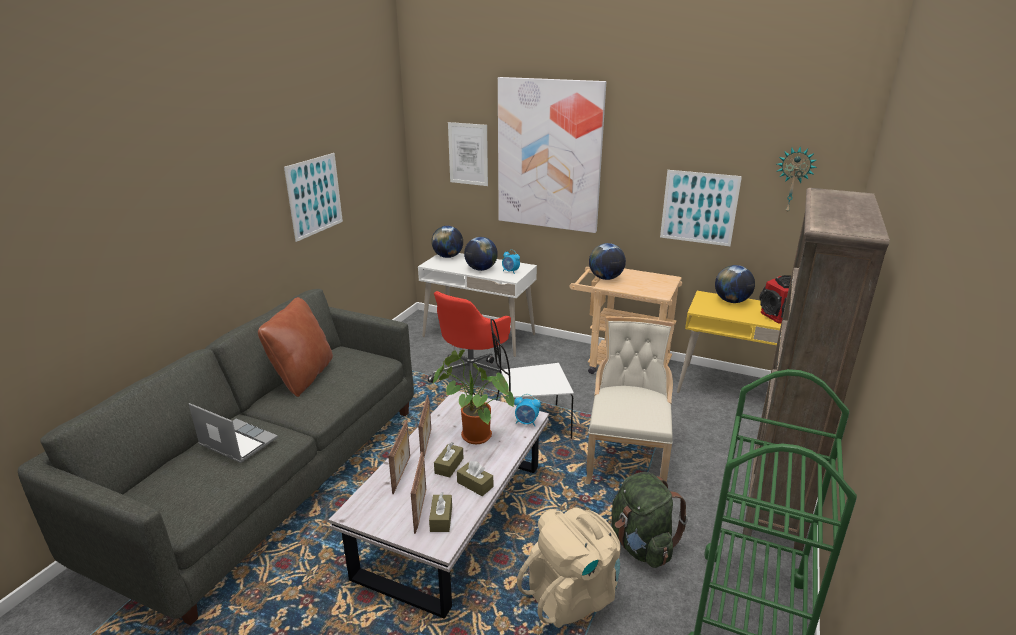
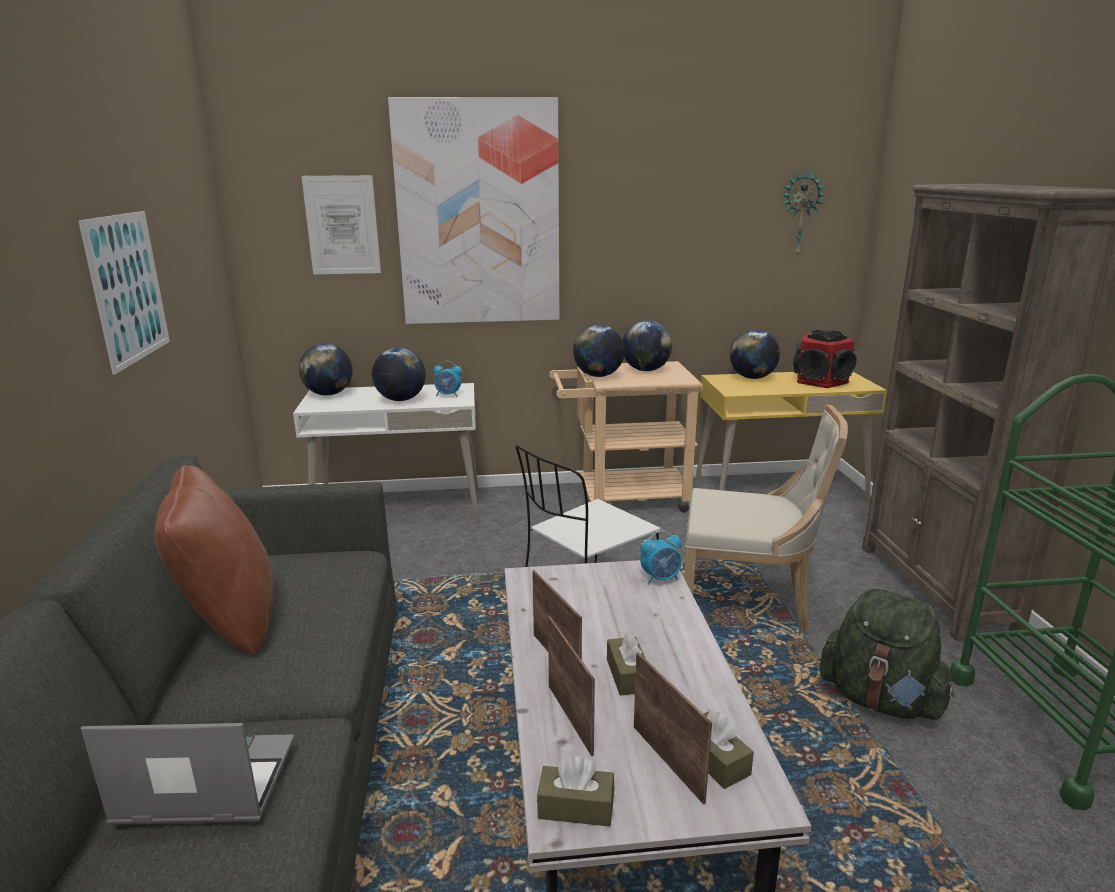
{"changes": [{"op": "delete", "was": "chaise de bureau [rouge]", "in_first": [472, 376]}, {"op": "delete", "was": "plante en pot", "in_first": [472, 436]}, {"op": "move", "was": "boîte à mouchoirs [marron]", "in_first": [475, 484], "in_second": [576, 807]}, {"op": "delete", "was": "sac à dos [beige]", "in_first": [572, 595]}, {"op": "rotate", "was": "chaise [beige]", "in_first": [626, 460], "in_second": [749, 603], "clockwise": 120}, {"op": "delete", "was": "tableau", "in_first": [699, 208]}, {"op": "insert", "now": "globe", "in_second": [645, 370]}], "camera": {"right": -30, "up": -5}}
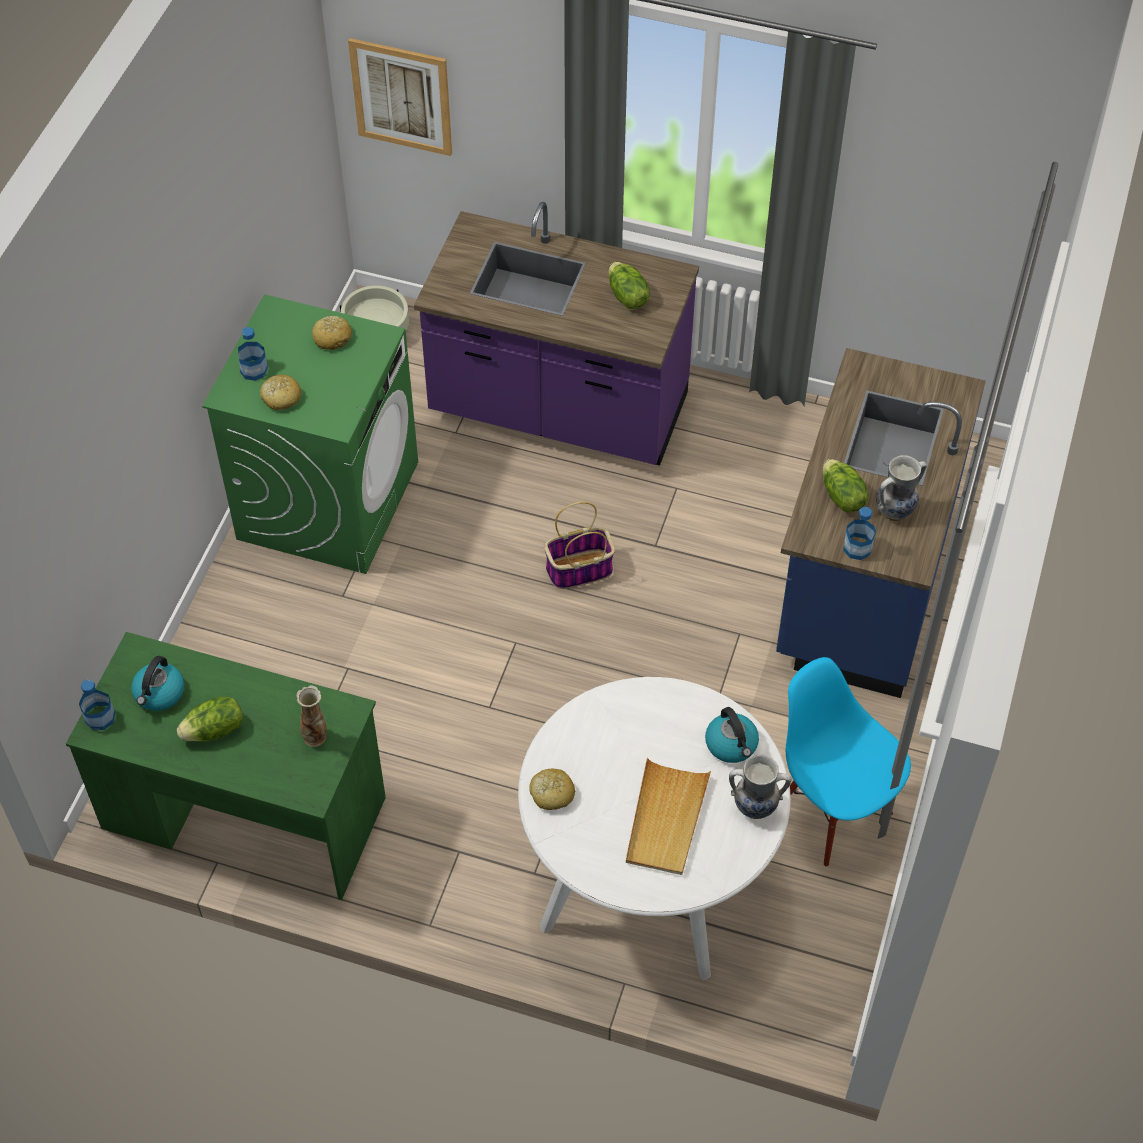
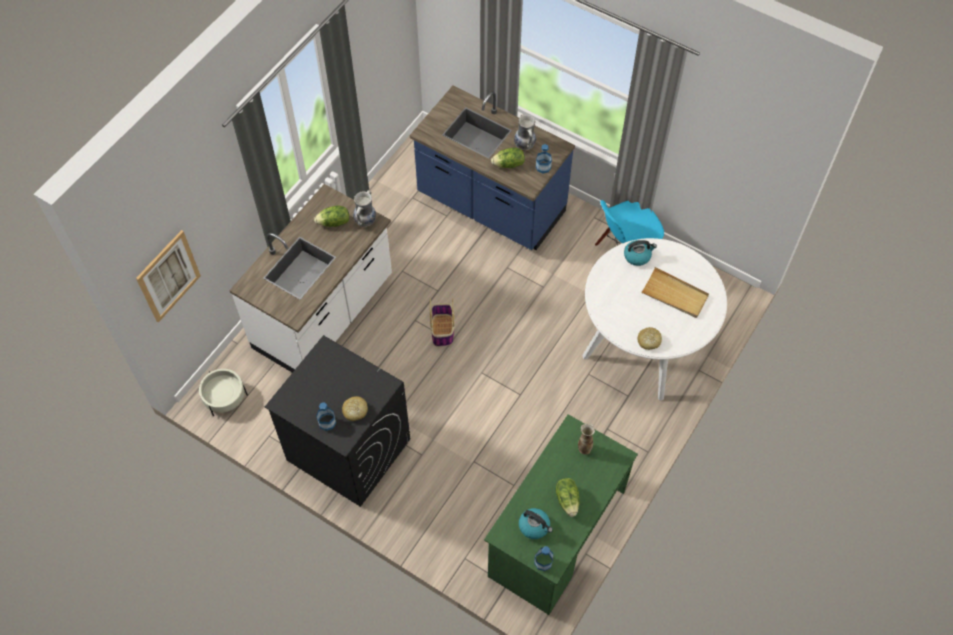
{"changes": [{"op": "recolor", "was": "lave-linge [vert]", "now": "lave-linge [noir]", "in_first": [328, 500], "in_second": [348, 449]}, {"op": "delete", "was": "pain", "in_first": [332, 338]}, {"op": "recolor", "was": "comptoir de cuisine [violet]", "now": "comptoir de cuisine [blanc]", "in_first": [558, 409], "in_second": [324, 314]}, {"op": "move", "was": "vase", "in_first": [755, 807], "in_second": [366, 221]}], "camera": {"right": -75, "up": 5}}
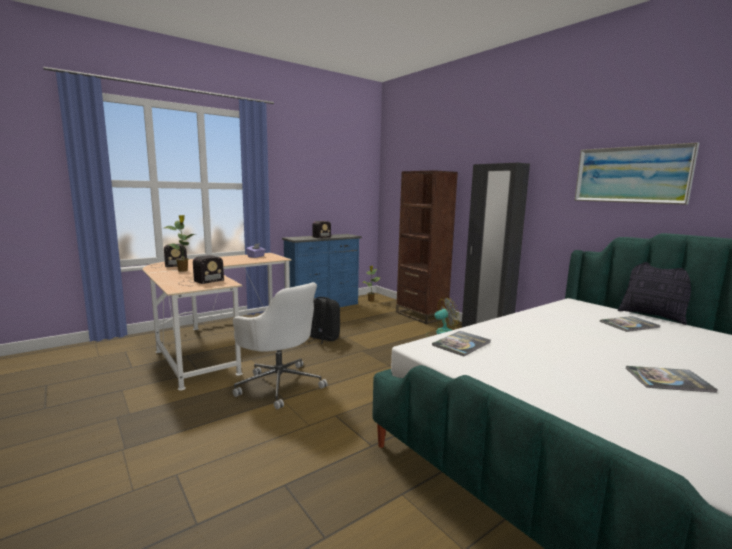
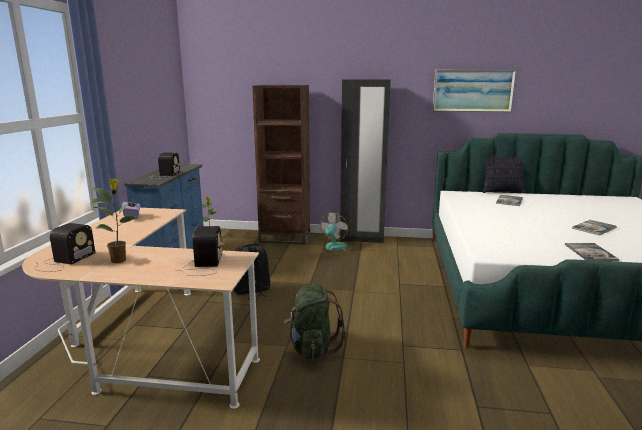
{"changes": [{"op": "replace", "was": "chaise de bureau [blanc]", "now": "sac à dos [vert]", "in_first": [279, 384], "in_second": [312, 348]}, {"op": "move", "was": "livre", "in_first": [461, 344], "in_second": [590, 253]}], "camera": {"right": -45, "up": 5}}
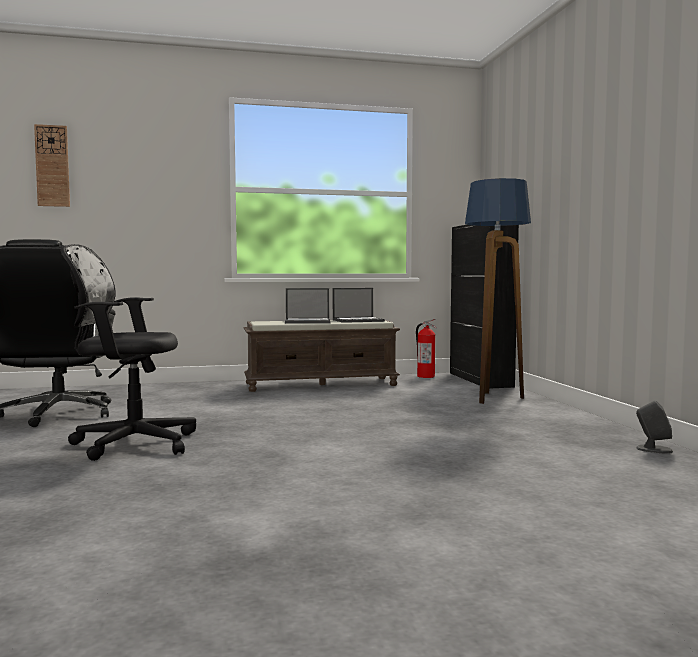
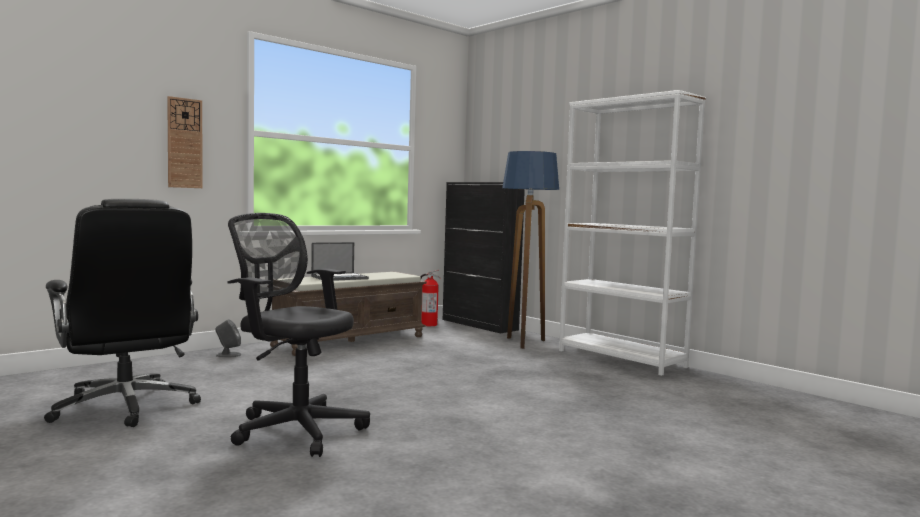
{"changes": [{"op": "move", "was": "horloge murale", "in_first": [52, 166], "in_second": [184, 143]}, {"op": "rotate", "was": "chaise de bureau [noir]", "in_first": [129, 443], "in_second": [295, 429], "clockwise": 60}, {"op": "delete", "was": "ordinateur portable", "in_first": [358, 320]}, {"op": "move", "was": "enceinte [gris]", "in_first": [653, 449], "in_second": [228, 355]}, {"op": "insert", "now": "bibliothèque [blanc]", "in_second": [621, 359]}], "camera": {"right": -30, "up": 0}}
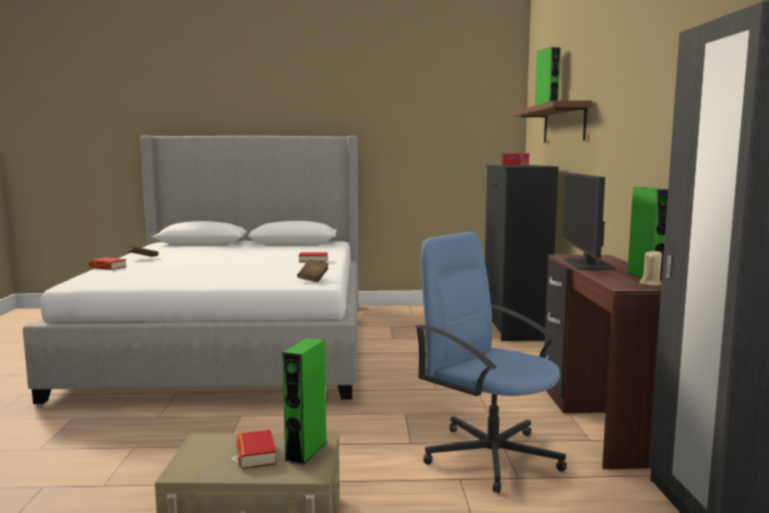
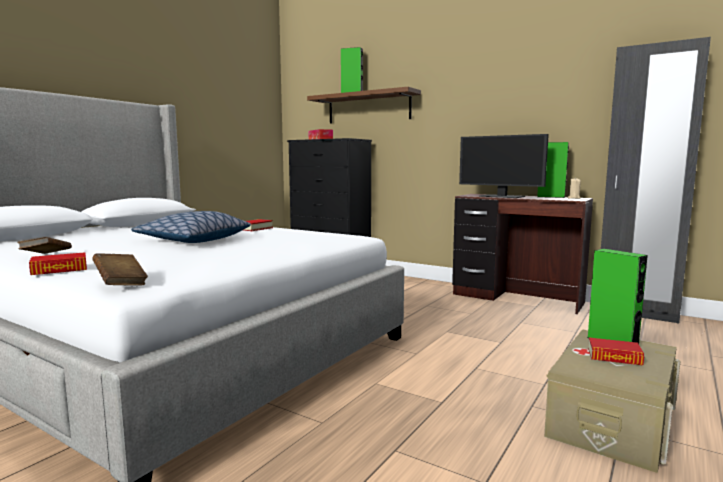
{"changes": [{"op": "move", "was": "livre [marron]", "in_first": [313, 279], "in_second": [121, 283]}, {"op": "delete", "was": "chaise de bureau [bleu]", "in_first": [490, 455]}, {"op": "insert", "now": "coussin", "in_second": [193, 240]}], "camera": {"right": -55, "up": 0}}
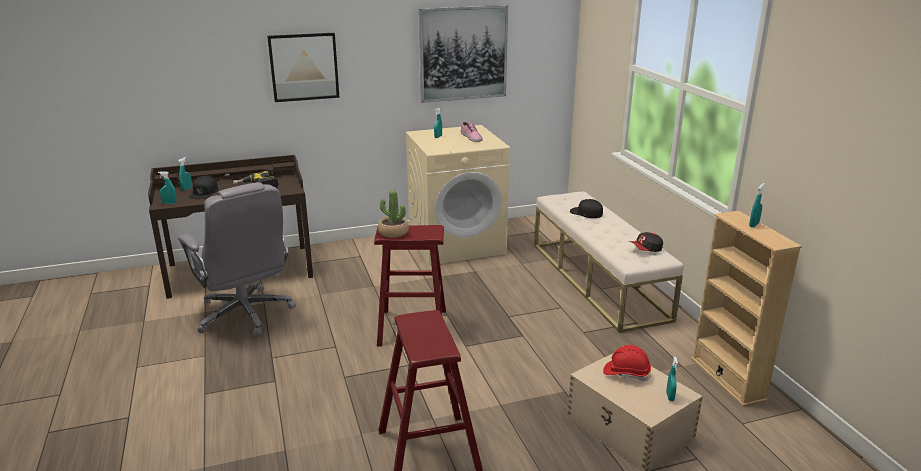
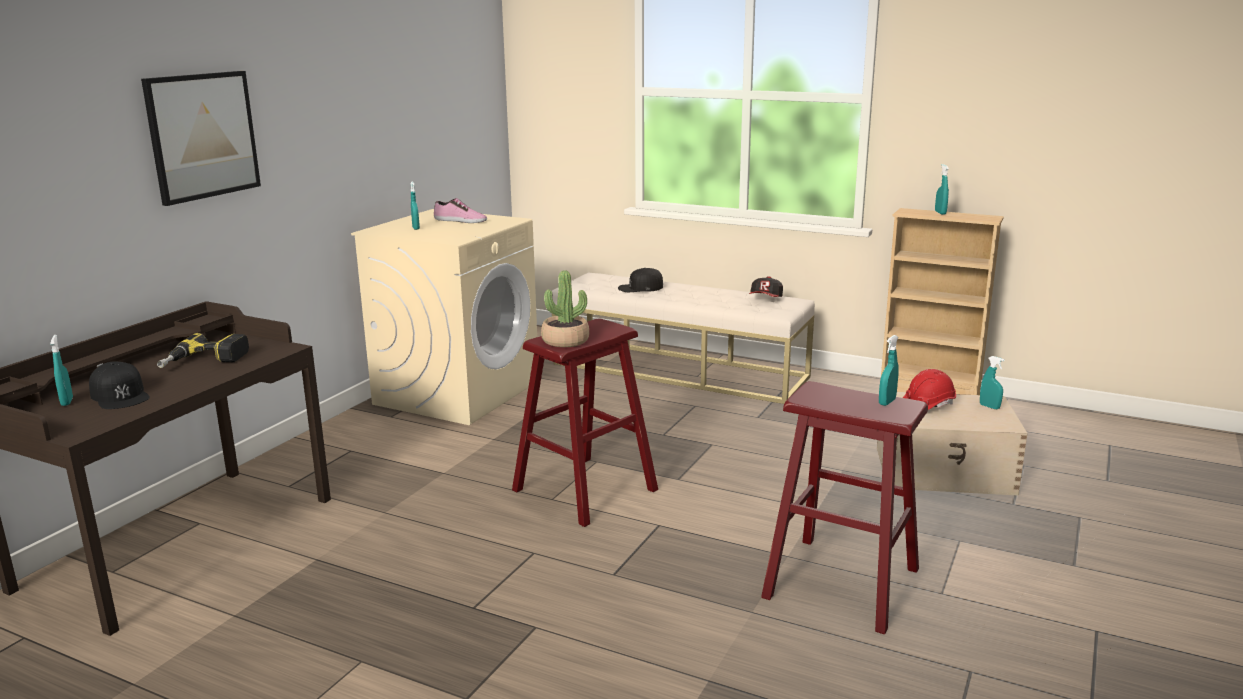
{"changes": [{"op": "move", "was": "vaporisateur [turquoise]", "in_first": [169, 203], "in_second": [887, 402]}, {"op": "delete", "was": "chaise de bureau [gris]", "in_first": [245, 314]}, {"op": "delete", "was": "tableau", "in_first": [463, 53]}], "camera": {"right": -45, "up": -5}}
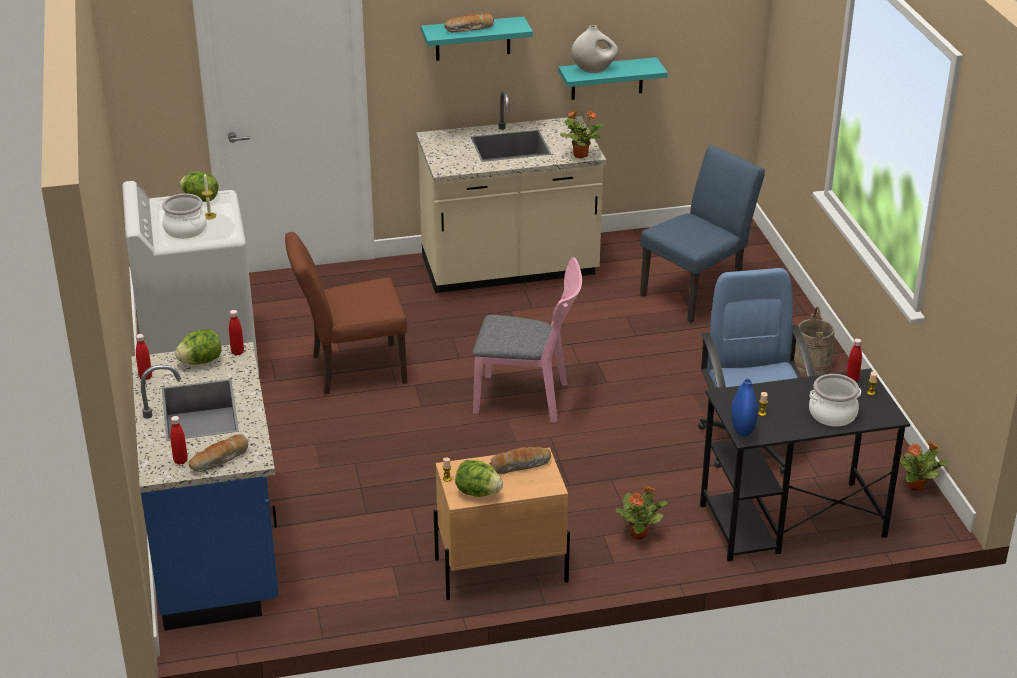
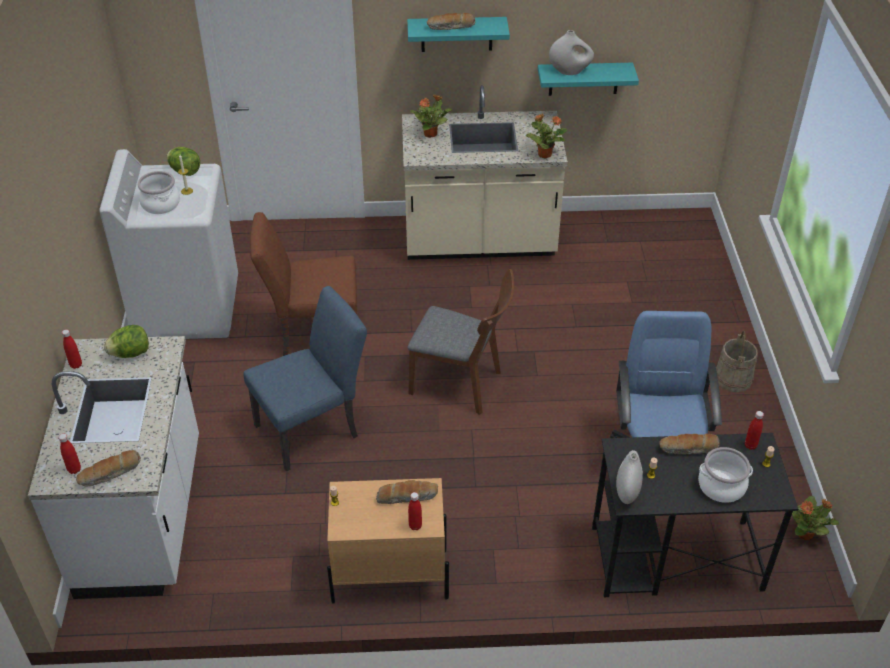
{"changes": [{"op": "recolor", "was": "comptoir de cuisine [bleu]", "now": "comptoir de cuisine [blanc]", "in_first": [217, 551], "in_second": [144, 517]}, {"op": "move", "was": "bouteille [rouge]", "in_first": [237, 352], "in_second": [415, 526]}, {"op": "delete", "was": "laitue", "in_first": [478, 492]}, {"op": "recolor", "was": "chaise [rose]", "now": "chaise [marron]", "in_first": [528, 399], "in_second": [462, 385]}, {"op": "move", "was": "plante en pot", "in_first": [639, 534], "in_second": [431, 134]}, {"op": "move", "was": "chaise [bleu]", "in_first": [697, 292], "in_second": [314, 428]}, {"op": "recolor", "was": "vase [bleu]", "now": "vase [blanc]", "in_first": [742, 428], "in_second": [627, 491]}, {"op": "insert", "now": "pain", "in_second": [688, 449]}], "camera": {"right": 10, "up": 10}}
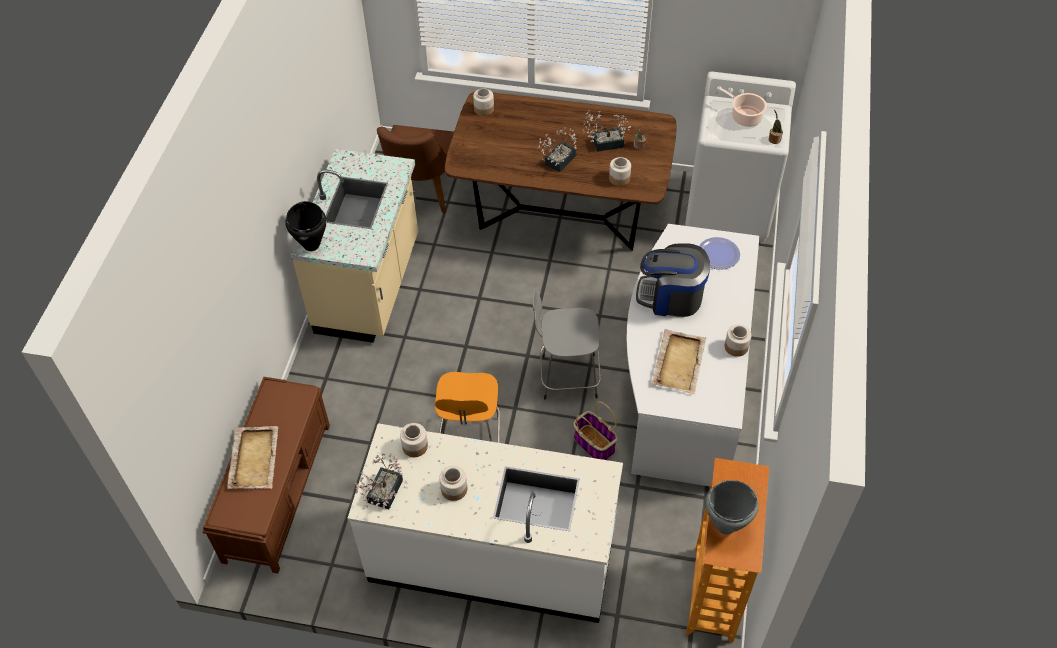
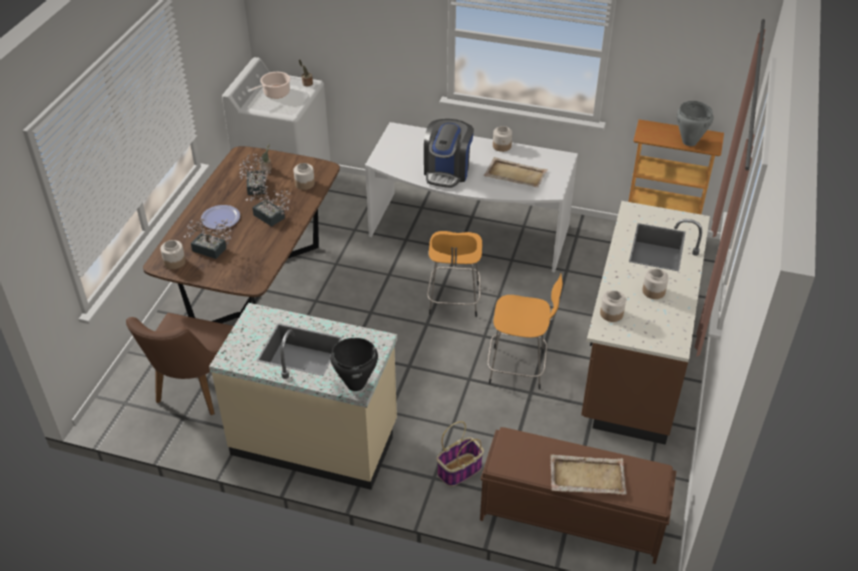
{"changes": [{"op": "recolor", "was": "comptoir de cuisine [blanc]", "now": "comptoir de cuisine [marron]", "in_first": [492, 556], "in_second": [634, 359]}, {"op": "move", "was": "plante en pot", "in_first": [383, 495], "in_second": [212, 251]}, {"op": "rotate", "was": "chaise [marron]", "in_first": [422, 195], "in_second": [193, 391], "clockwise": 90}, {"op": "recolor", "was": "tabouret [gris]", "now": "tabouret [orange]", "in_first": [566, 377], "in_second": [454, 300]}, {"op": "move", "was": "panier", "in_first": [593, 443], "in_second": [459, 471]}, {"op": "move", "was": "assiette", "in_first": [718, 254], "in_second": [220, 218]}], "camera": {"right": -85, "up": -10}}
